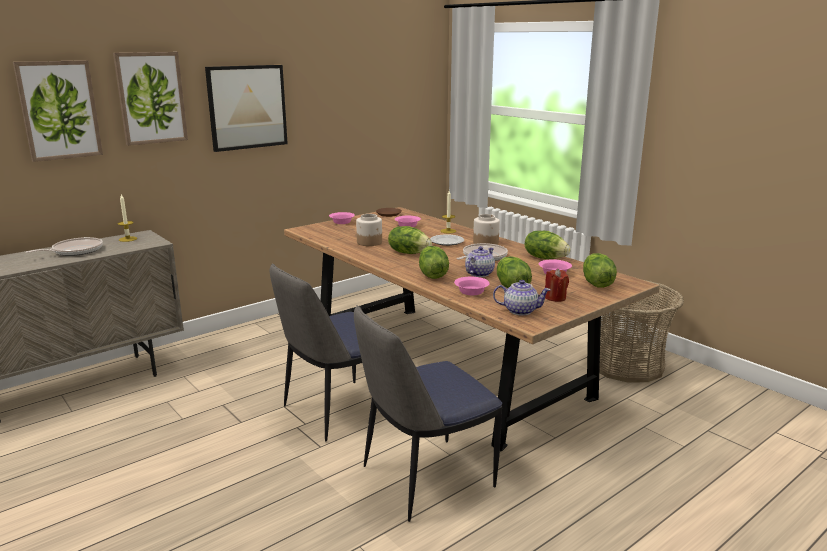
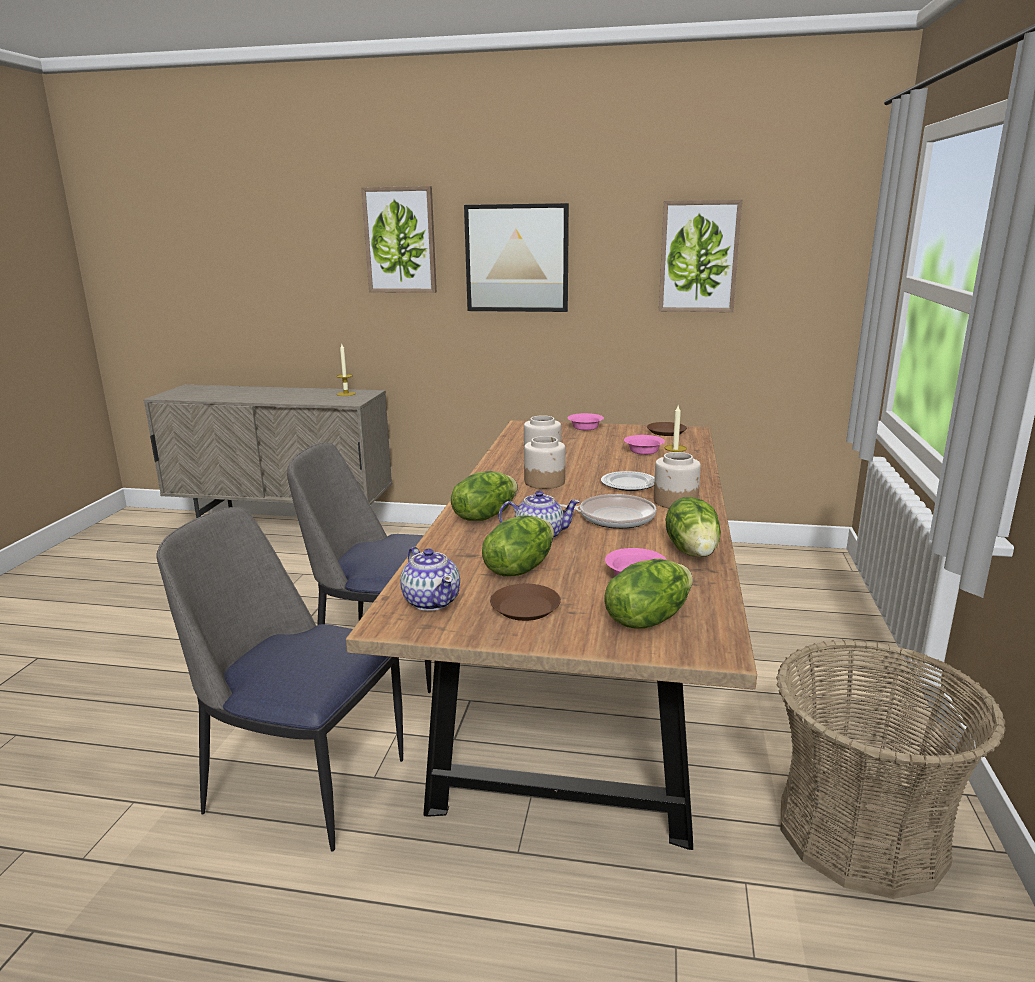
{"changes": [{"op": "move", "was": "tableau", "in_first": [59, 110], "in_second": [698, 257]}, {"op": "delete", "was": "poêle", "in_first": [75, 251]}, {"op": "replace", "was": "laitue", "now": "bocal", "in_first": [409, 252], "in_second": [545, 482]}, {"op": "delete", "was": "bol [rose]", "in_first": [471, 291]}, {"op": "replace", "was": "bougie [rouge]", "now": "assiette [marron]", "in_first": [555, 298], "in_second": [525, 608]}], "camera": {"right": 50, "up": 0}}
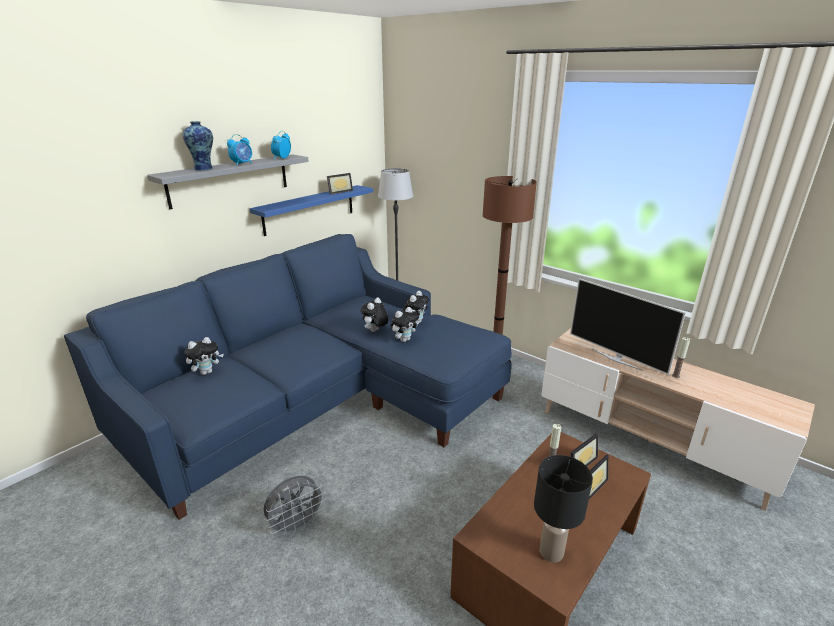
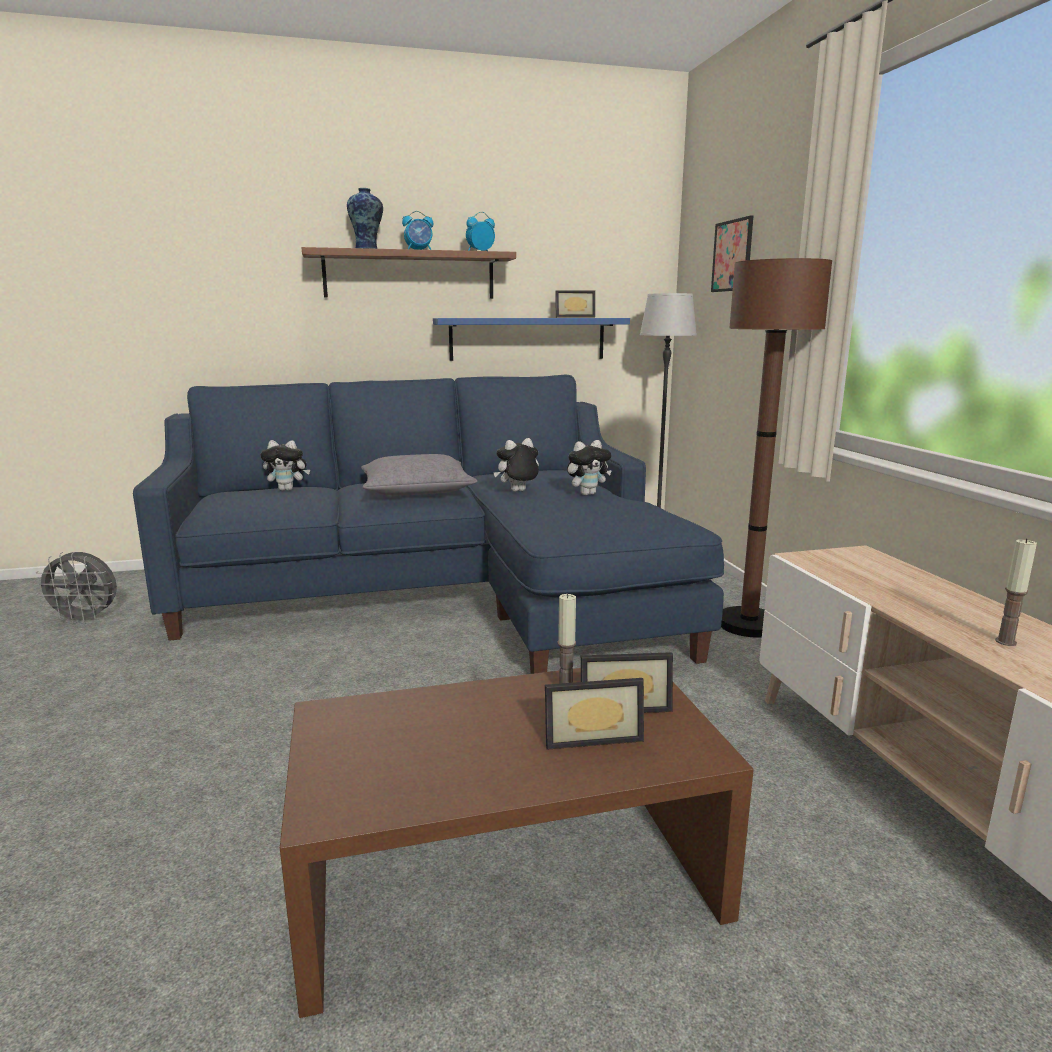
{"changes": [{"op": "recolor", "was": "étagère [gris]", "now": "étagère [marron]", "in_first": [230, 180], "in_second": [409, 275]}, {"op": "move", "was": "ventilateur [gris]", "in_first": [296, 525], "in_second": [86, 619]}, {"op": "delete", "was": "peluche", "in_first": [404, 339]}, {"op": "delete", "was": "lampe de table [noir]", "in_first": [552, 552]}, {"op": "delete", "was": "téléviseur", "in_first": [616, 359]}, {"op": "insert", "now": "coussin [gris]", "in_second": [416, 490]}, {"op": "insert", "now": "tableau", "in_second": [732, 256]}], "camera": {"right": 35, "up": -10}}
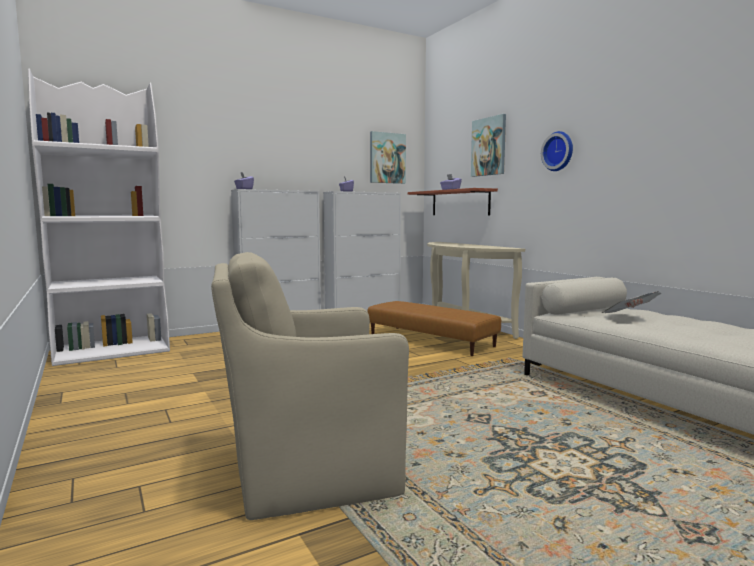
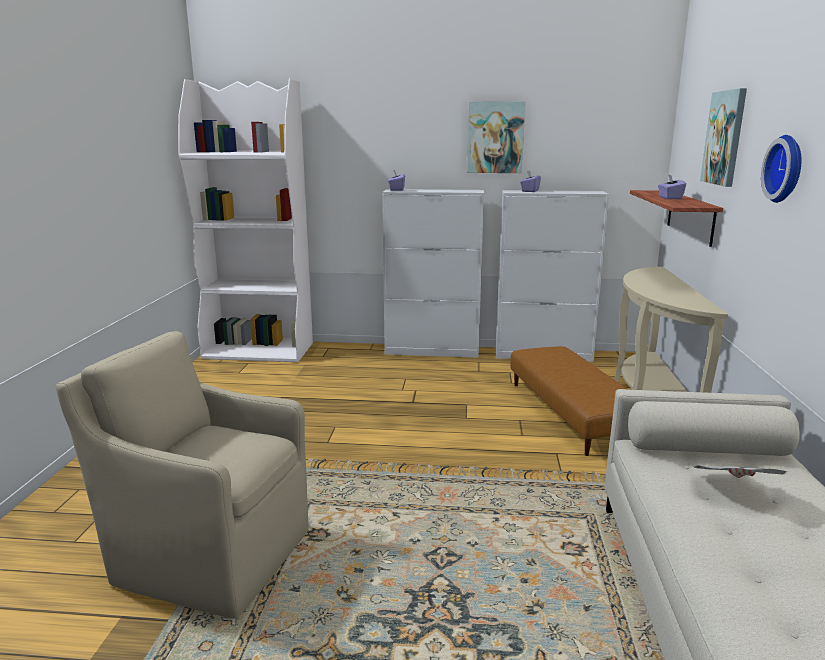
{"changes": [{"op": "move", "was": "tableau", "in_first": [387, 158], "in_second": [495, 137]}], "camera": {"right": 35, "up": 10}}
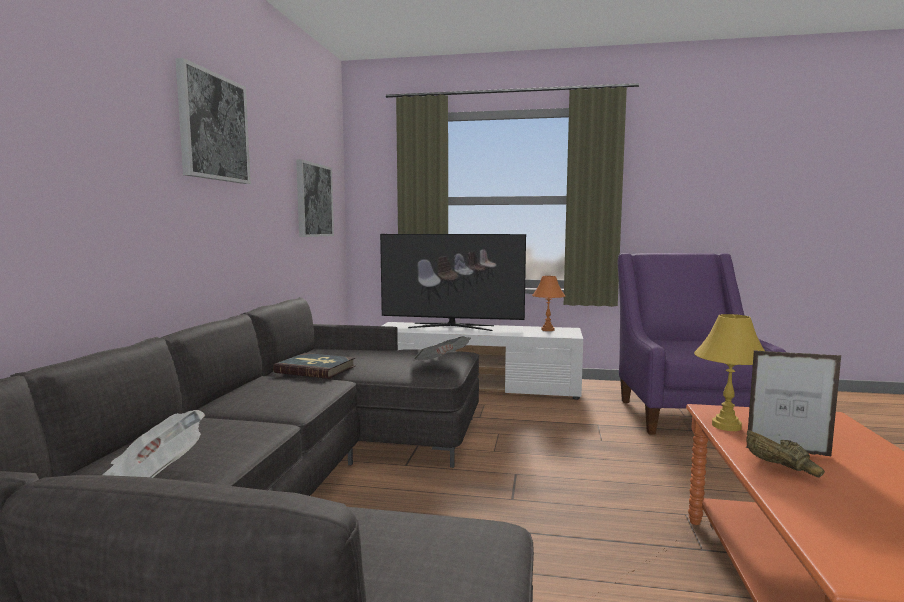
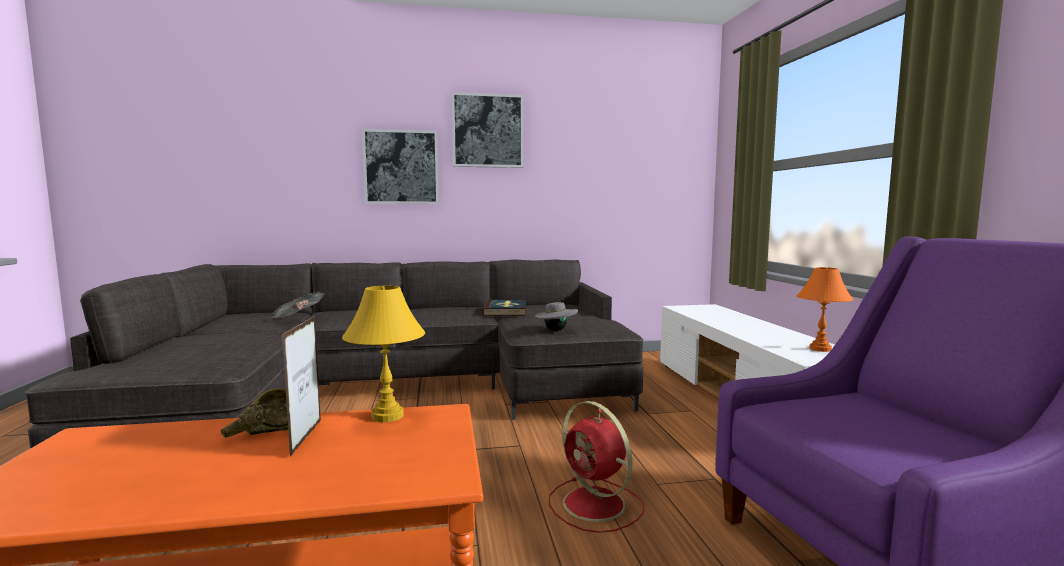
{"changes": [{"op": "move", "was": "tableau", "in_first": [313, 200], "in_second": [401, 167]}, {"op": "delete", "was": "téléviseur", "in_first": [451, 326]}, {"op": "replace", "was": "journal", "now": "chapeau [gris]", "in_first": [441, 365], "in_second": [556, 330]}, {"op": "insert", "now": "ventilateur [rouge]", "in_second": [596, 505]}], "camera": {"right": 70, "up": 0}}
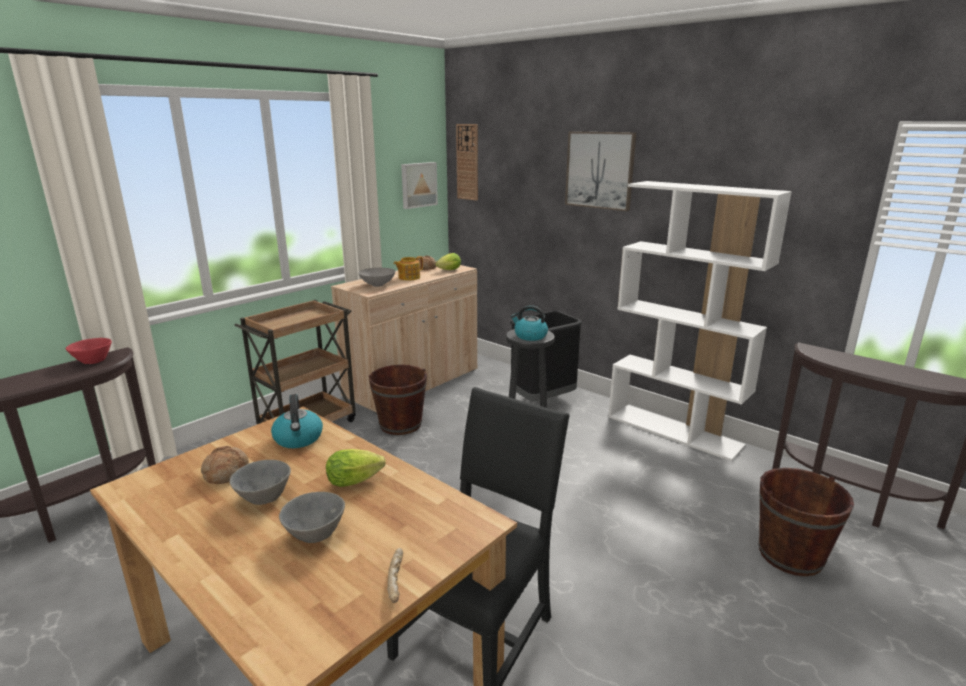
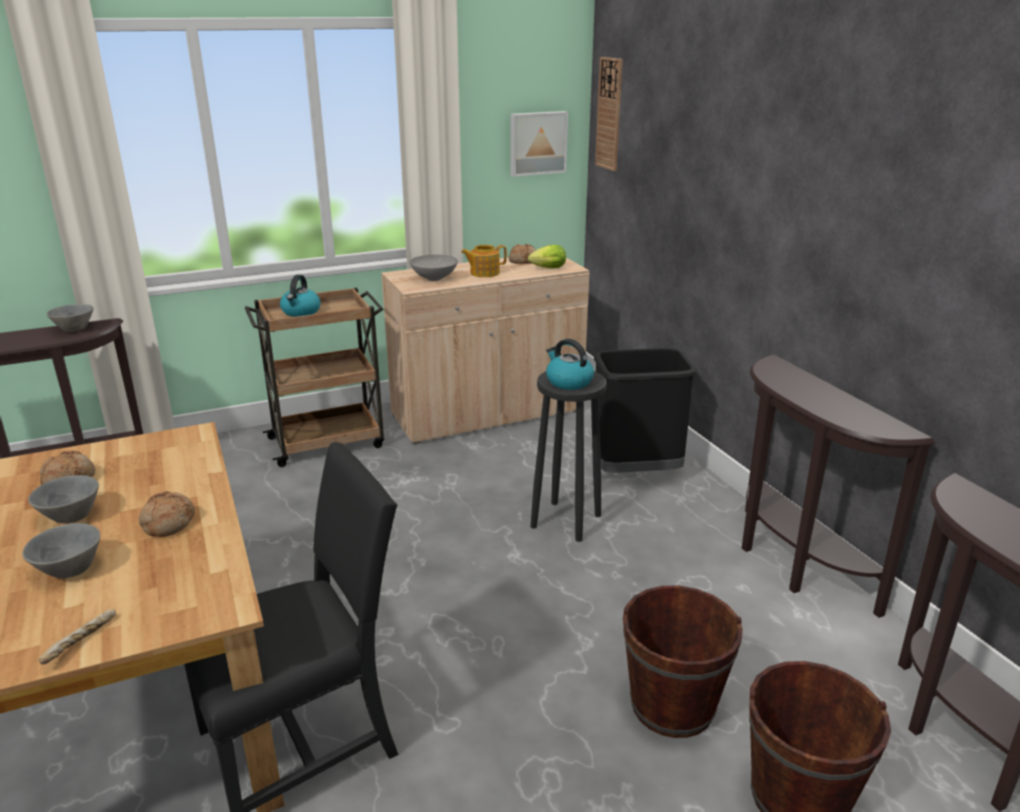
{"changes": [{"op": "recolor", "was": "bol [rouge]", "now": "bol [gris]", "in_first": [94, 360], "in_second": [75, 328]}, {"op": "move", "was": "bouilloire", "in_first": [298, 439], "in_second": [301, 312]}, {"op": "replace", "was": "laitue", "now": "pain", "in_first": [357, 481], "in_second": [167, 523]}, {"op": "move", "was": "seau [marron]", "in_first": [400, 424], "in_second": [672, 706]}, {"op": "delete", "was": "tableau", "in_first": [600, 170]}, {"op": "replace", "was": "bibliothèque [blanc]", "now": "table console [marron]", "in_first": [674, 431], "in_second": [791, 564]}], "camera": {"right": 25, "up": 5}}
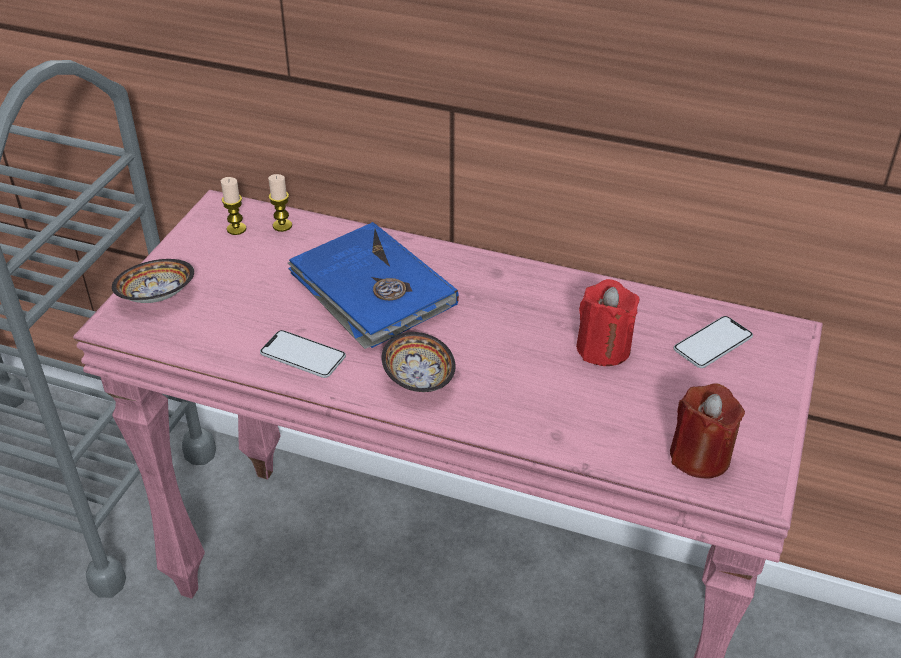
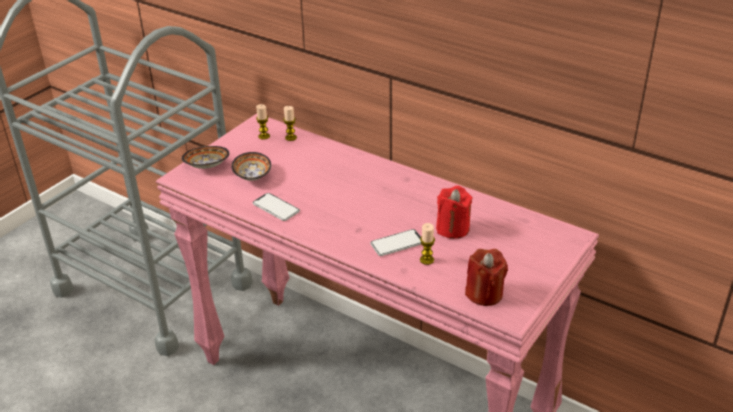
{"changes": [{"op": "delete", "was": "livre [bleu]", "in_first": [371, 291]}, {"op": "move", "was": "bol", "in_first": [418, 378], "in_second": [252, 176]}, {"op": "move", "was": "téléphone", "in_first": [712, 343], "in_second": [397, 243]}, {"op": "insert", "now": "bougie", "in_second": [426, 260]}], "camera": {"right": 15, "up": -5}}
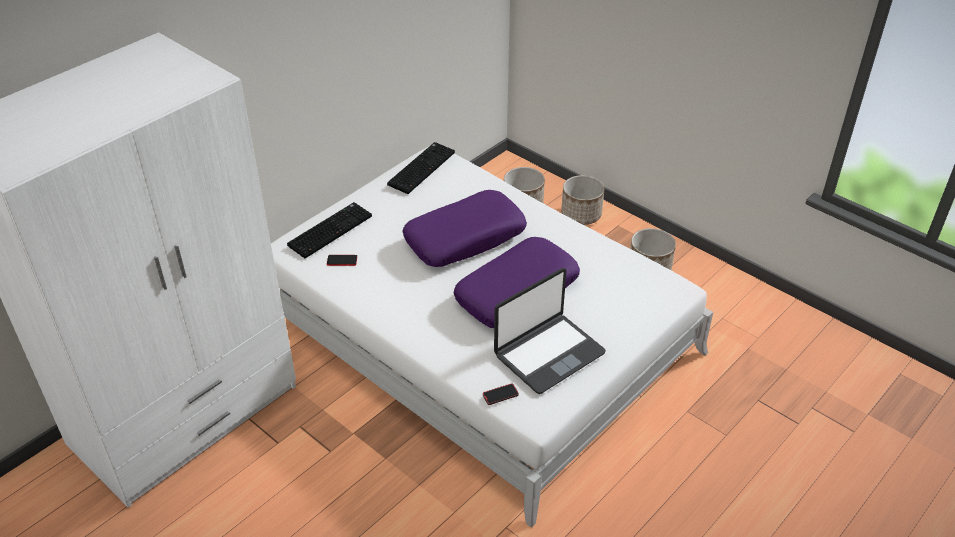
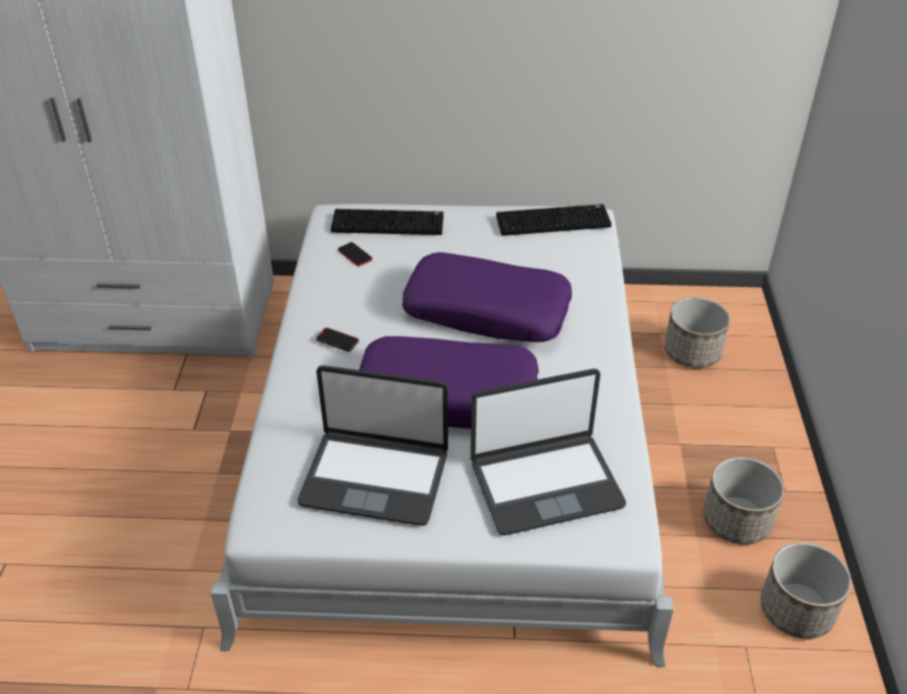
{"changes": [{"op": "move", "was": "téléphone", "in_first": [500, 395], "in_second": [337, 341]}, {"op": "move", "was": "cache-pot", "in_first": [580, 214], "in_second": [796, 609]}, {"op": "insert", "now": "ordinateur portable", "in_second": [545, 483]}], "camera": {"right": 50, "up": 0}}
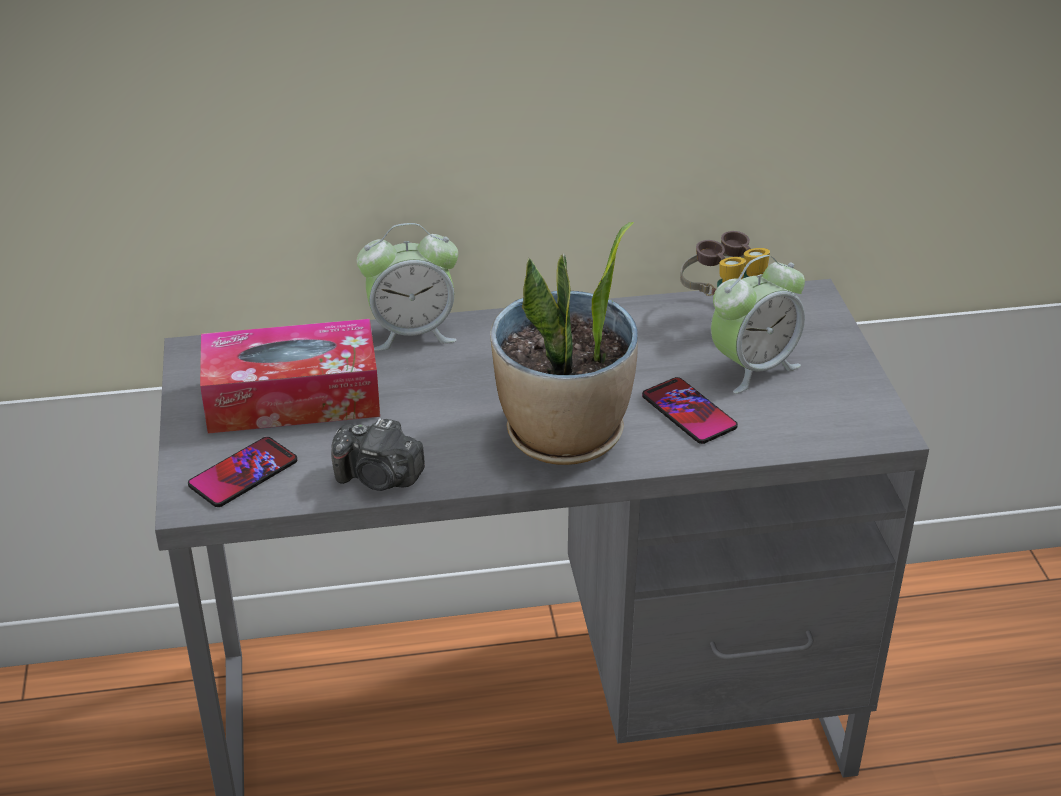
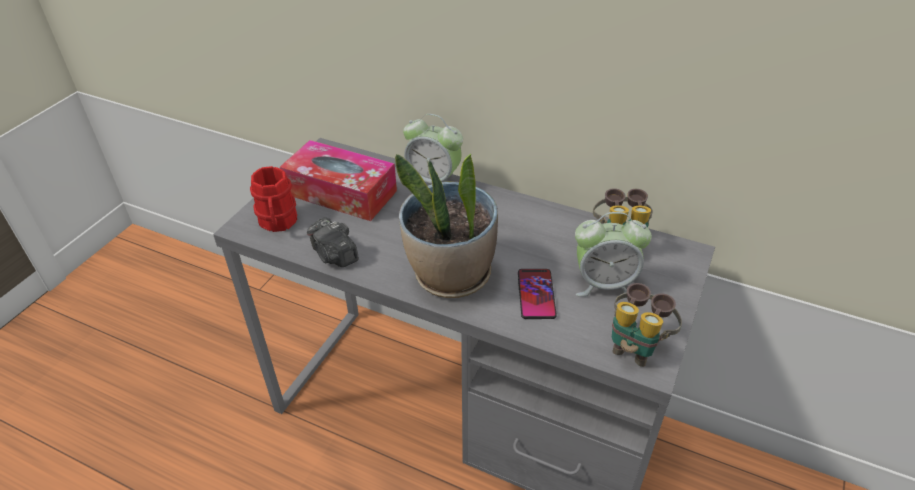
{"changes": [{"op": "replace", "was": "téléphone", "now": "mug [rouge]", "in_first": [243, 473], "in_second": [278, 223]}, {"op": "insert", "now": "jumelles", "in_second": [636, 345]}], "camera": {"right": 35, "up": 5}}
